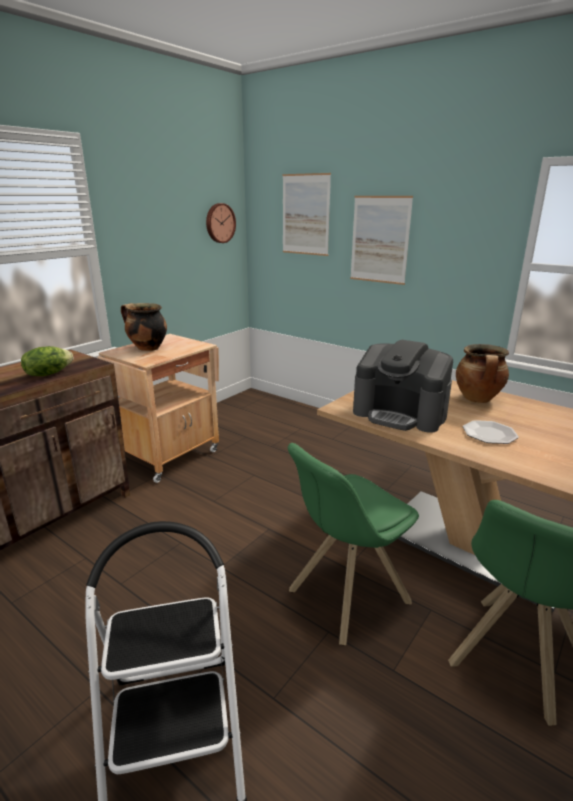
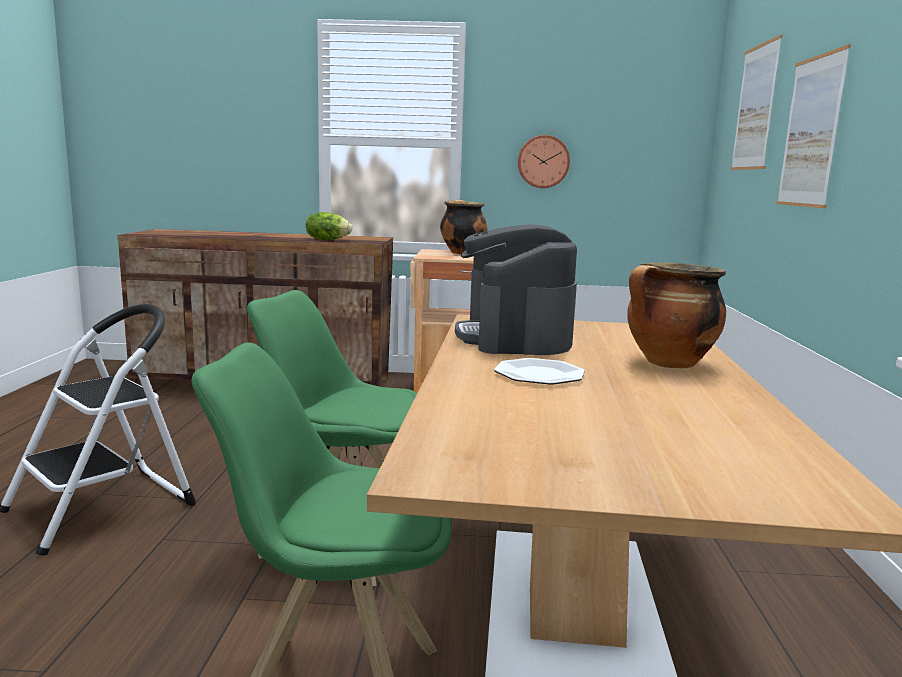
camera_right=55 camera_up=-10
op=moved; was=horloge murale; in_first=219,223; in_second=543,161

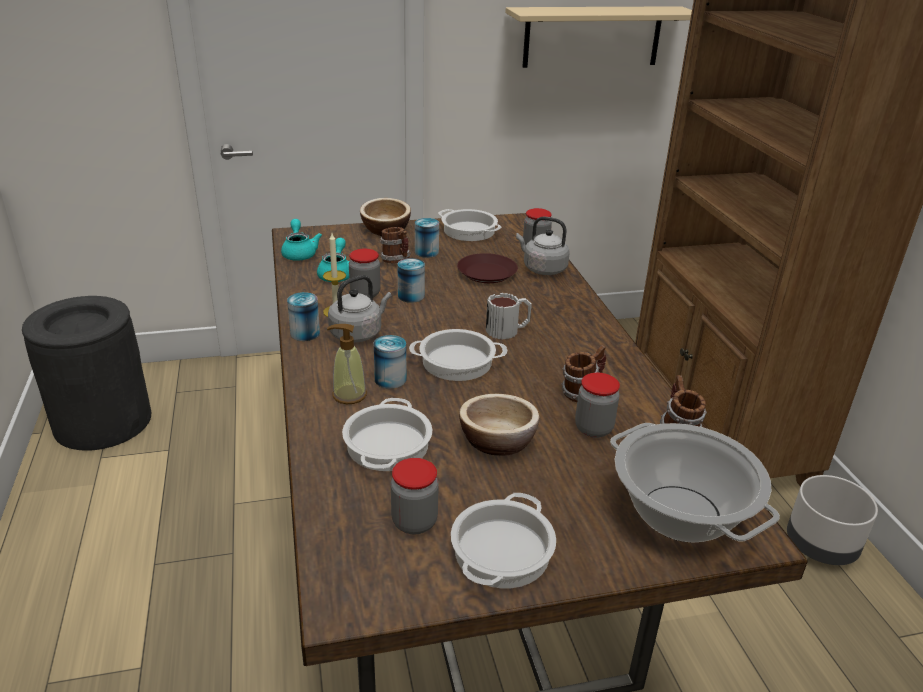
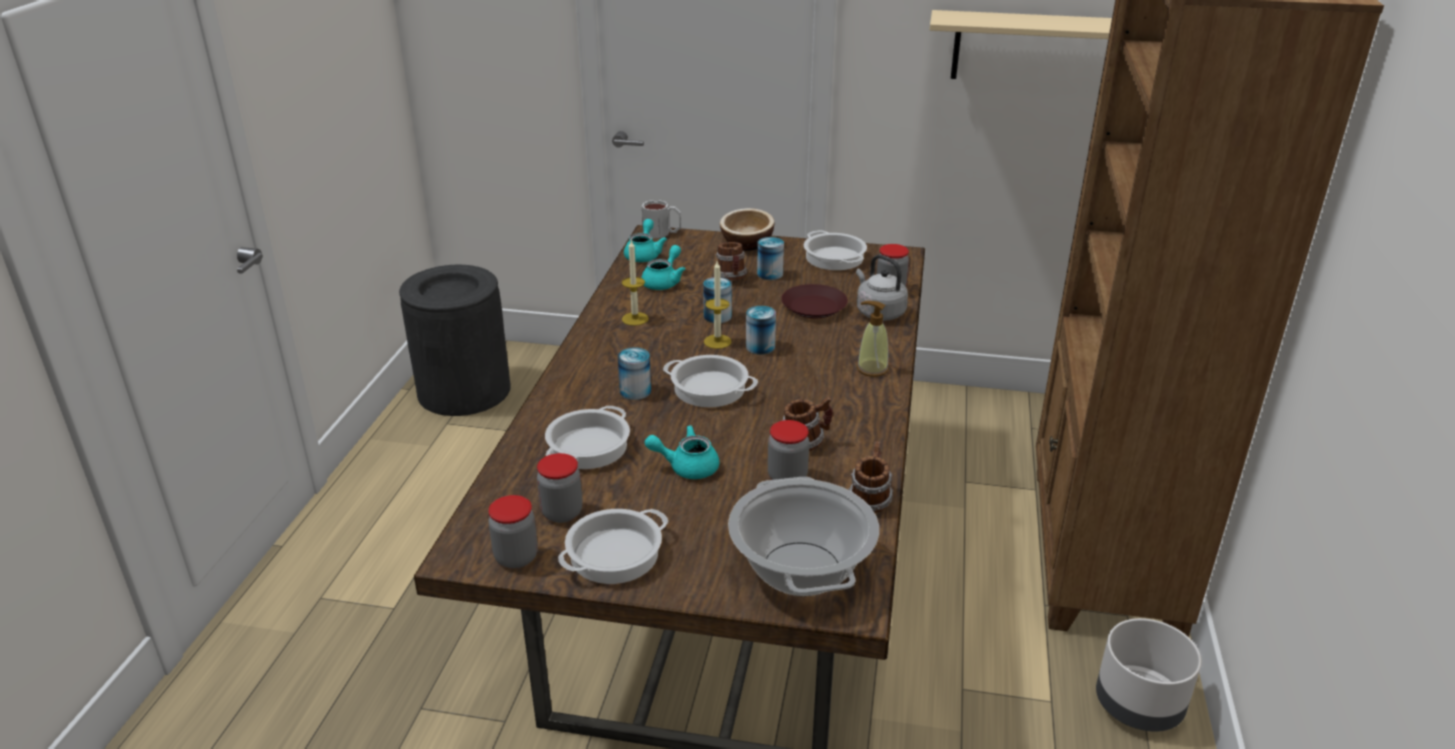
camera_right=25 camera_up=0
op=moved; was=boîte métallique; in_first=305,333; in_second=760,347
op=moved; was=distributeur de savon; in_first=349,395; in_second=872,369
op=removed; was=bouilloire/gris; in_first=358,333
op=moved; was=bocal; in_first=365,294; in_second=516,557
op=replaced; was=bol; now=théière/turquoise; in_first=497,441; in_second=687,467
op=moved; was=mug; in_first=508,330; in_second=662,233
op=added; now=bougie; in_second=717,341

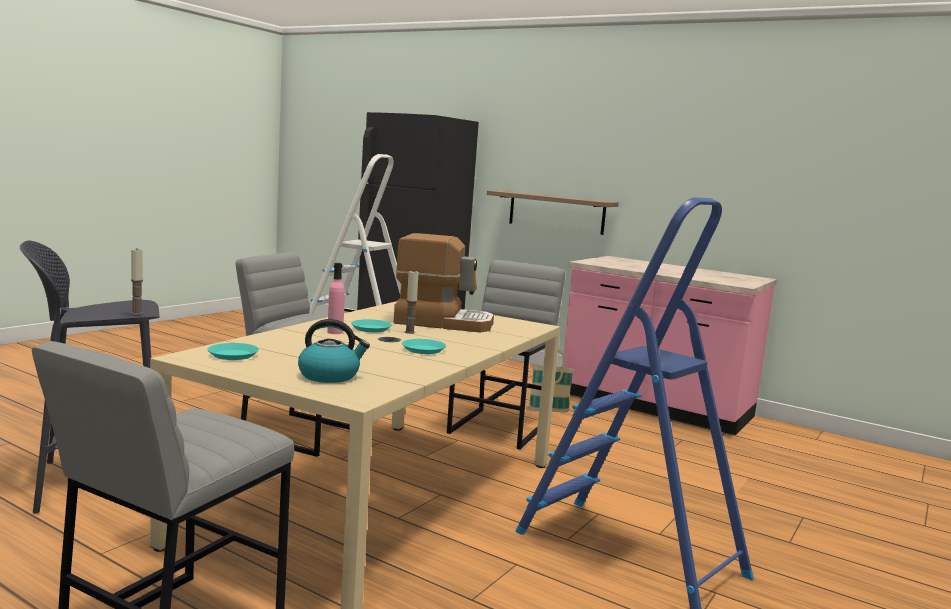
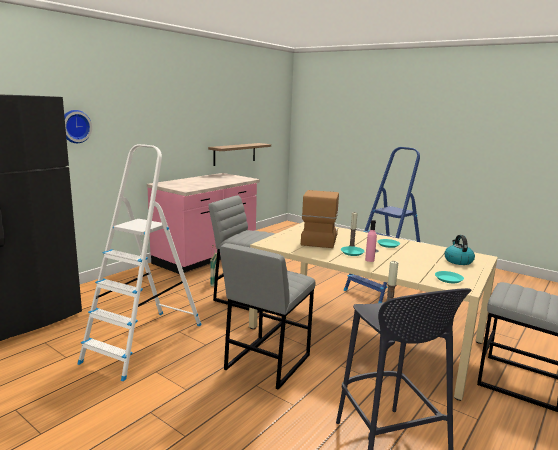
camera_right=-85 camera_up=5
op=moved; was=étagère; in_first=556,212; in_second=234,154
op=added; now=horloge murale; in_second=75,126

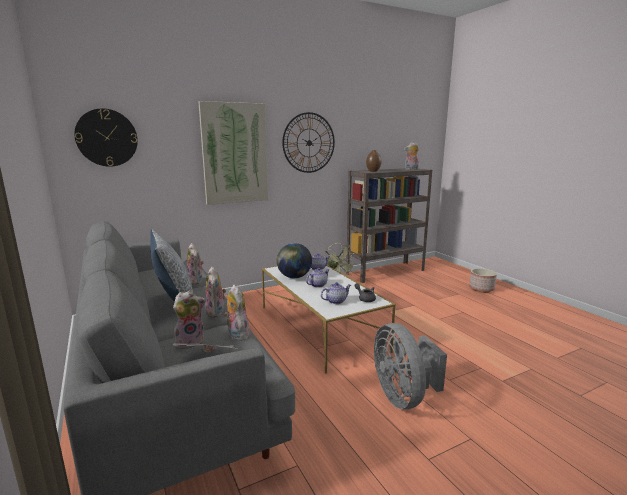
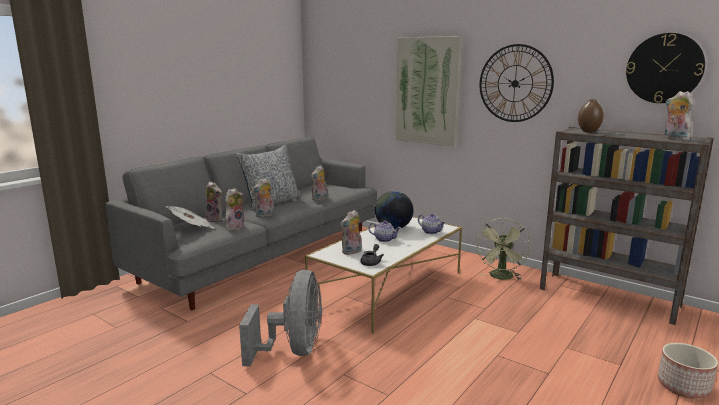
camera_right=65 camera_up=0
op=moved; was=horloge murale; in_first=107,138; in_second=664,68
op=replaced; was=théière; now=peluche; in_first=336,301; in_second=352,252
op=turned; was=ventilateur/gris; in_first=403,396; in_second=293,350; clockwise=135

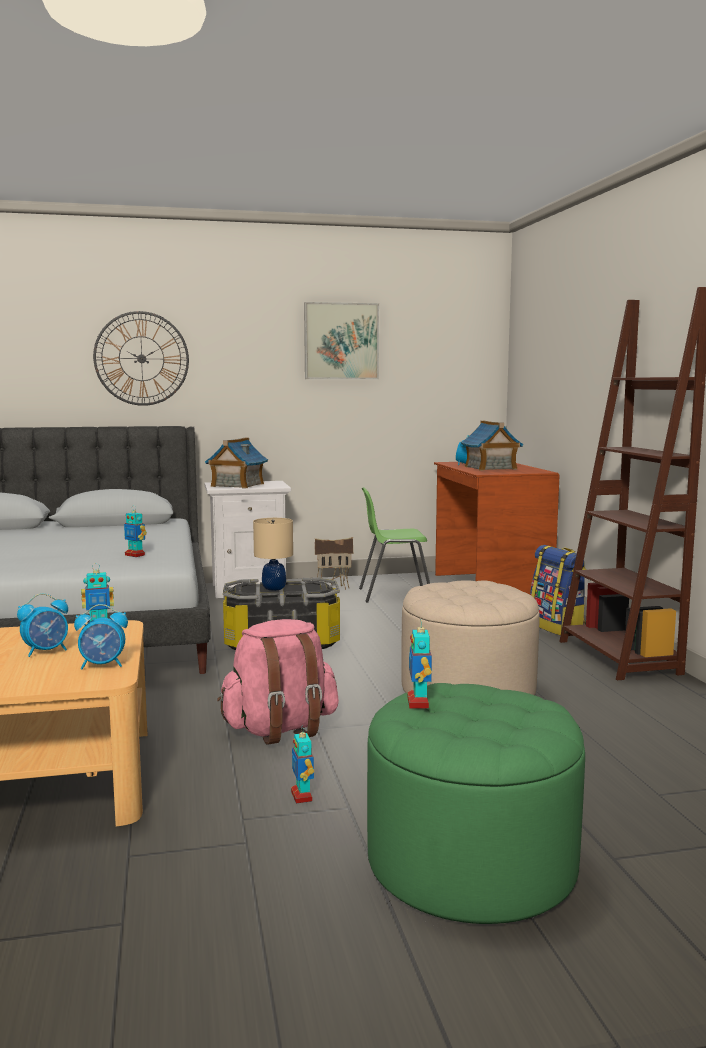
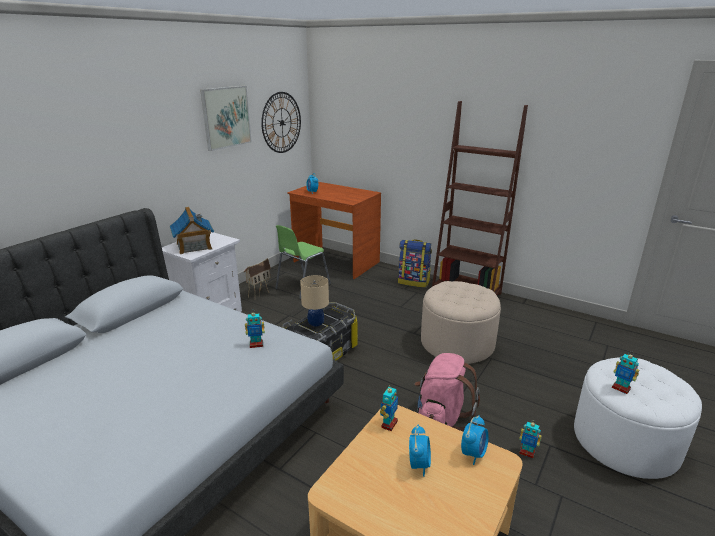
camera_right=-45 camera_up=15
op=moved; was=horloge murale; in_first=141,358; in_second=281,122
op=recoloured; was=pouf/vert; now=pouf/blanc; in_first=471,862; in_second=625,441
op=removed; was=maison miniature; in_first=490,468

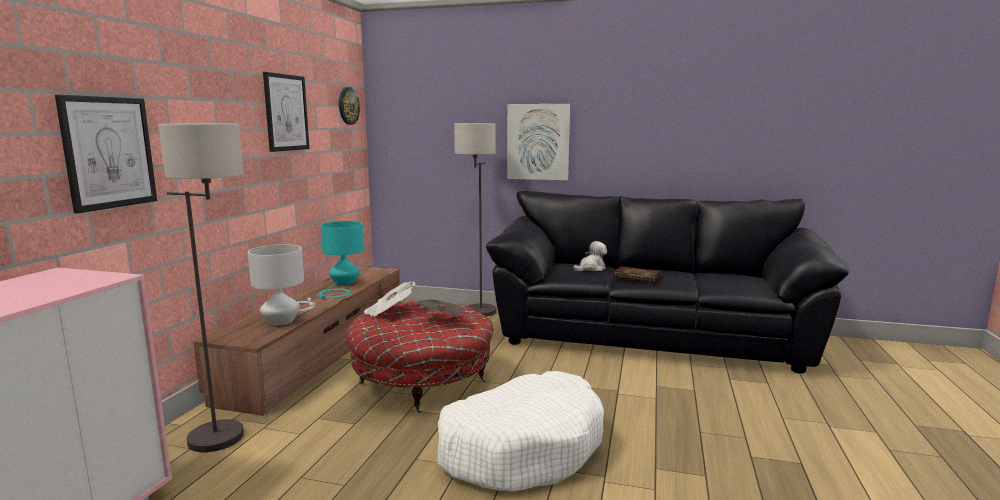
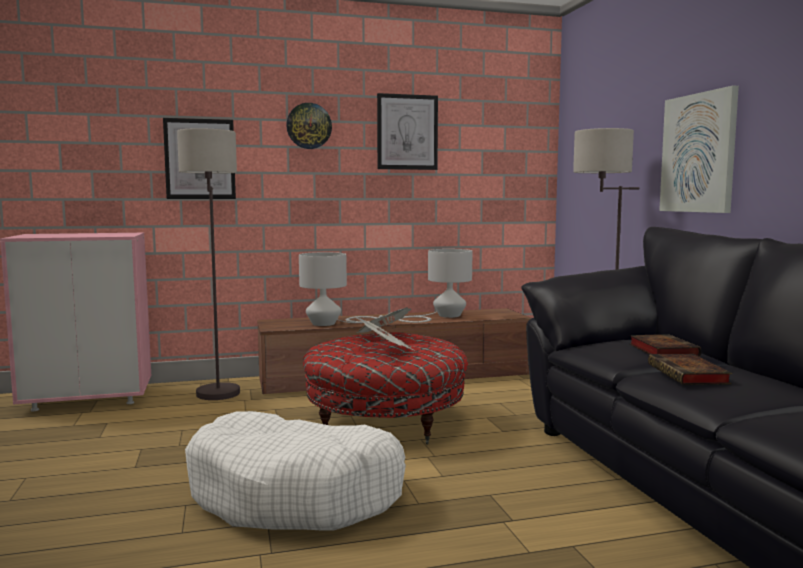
camera_right=60 camera_up=-5
op=recoloured; was=lampe de table/turquoise; now=lampe de table/blanc; in_first=340,287; in_second=435,317
op=moved; was=horloge murale; in_first=348,106; in_second=309,126
op=replaced; was=peluche; now=livre; in_first=591,268; in_second=661,350

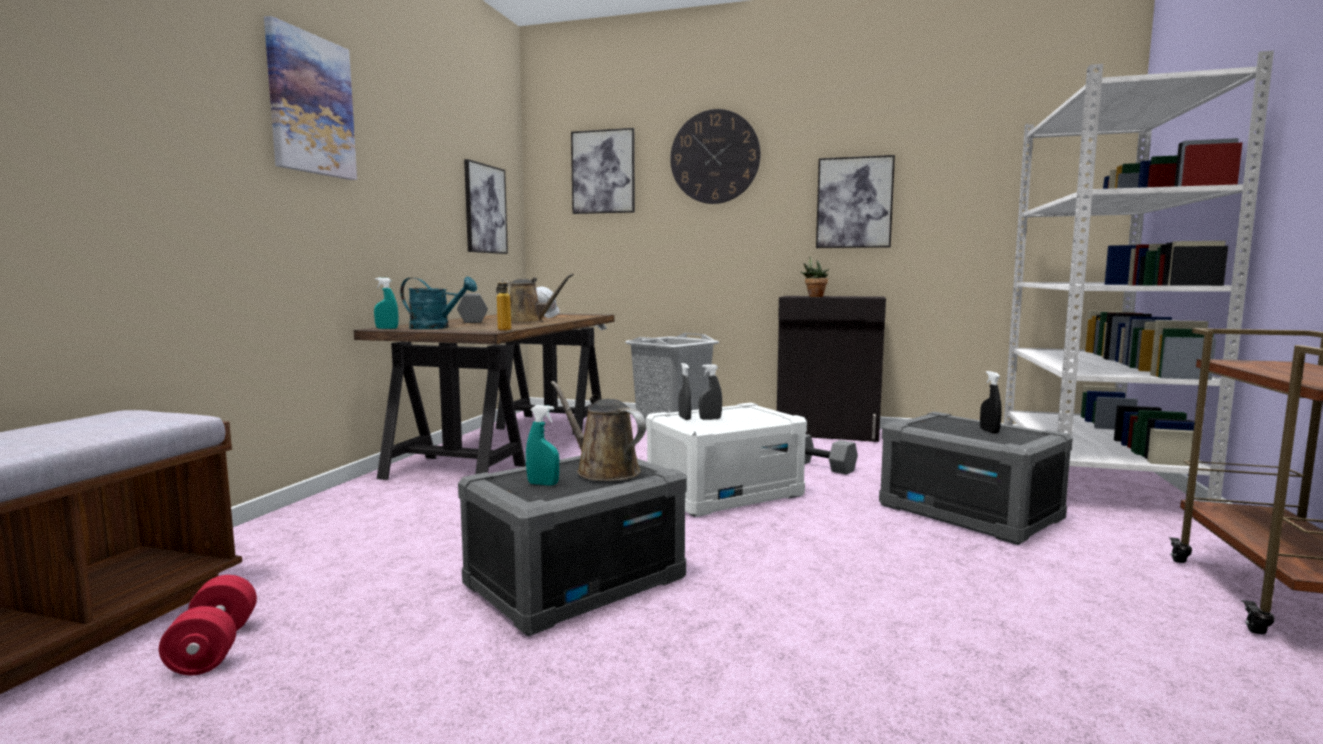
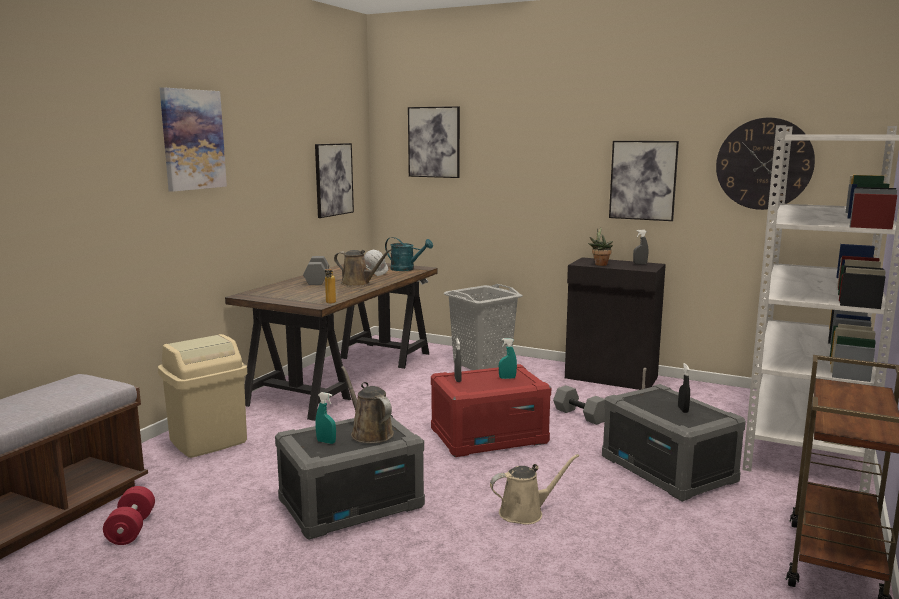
camera_right=10 camera_up=5
op=moved; was=vaporisateur/turquoise; in_first=387,328; in_second=507,378
op=moved; was=arrosoir/turquoise; in_first=436,328; in_second=406,269
op=recoloured; was=boîte de rangement/blanc; now=boîte de rangement/rouge; in_first=724,492; in_second=489,436
op=moved; was=horloge murale; in_first=715,157; in_second=764,164
op=moved; was=vaporisateur/gris; in_first=710,419; in_second=640,264
op=added; now=poubelle/beige; in_second=208,441
op=added; now=arrosoir/beige; in_second=525,512

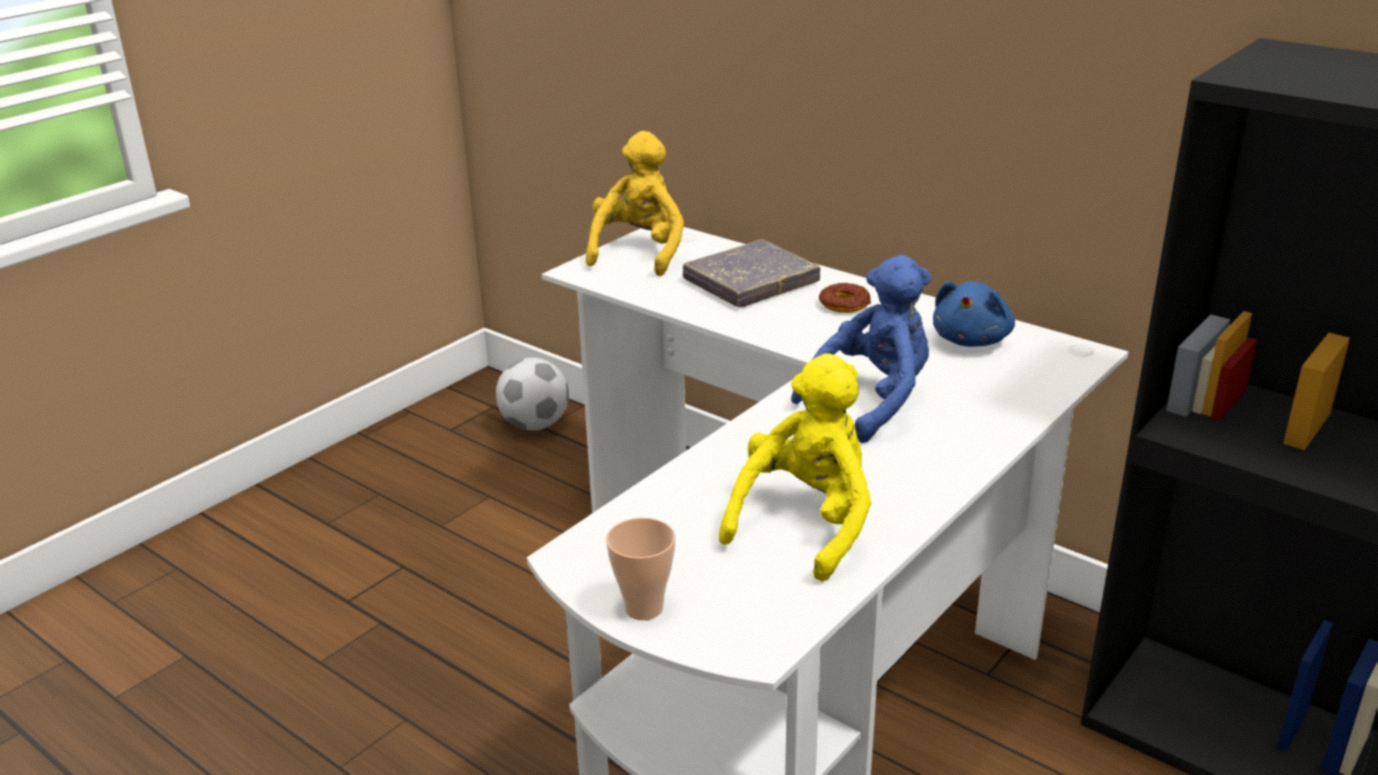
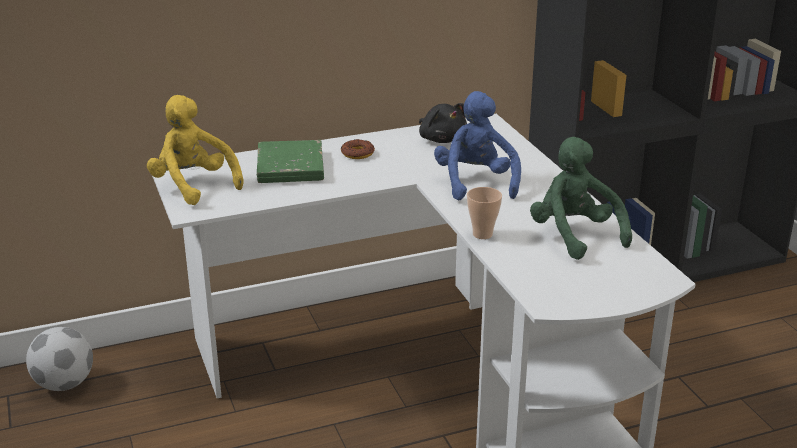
camera_right=-60 camera_up=0
op=moved; was=tasse; in_first=644,608; in_second=482,234
op=recoloured; was=livre/gris; now=livre/vert; in_first=750,281; in_second=290,167
op=recoloured; was=peluche/jaune; now=peluche/vert; in_first=806,523; in_second=574,235
op=recoloured; was=peluche/bleu; now=peluche/noir; in_first=972,340; in_second=441,139

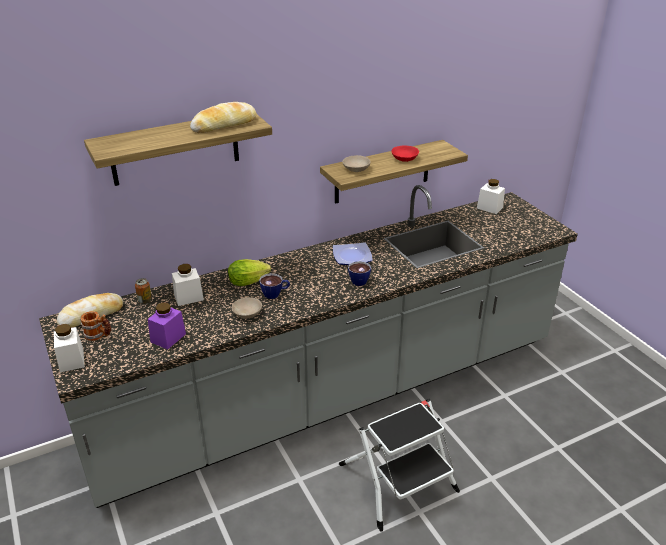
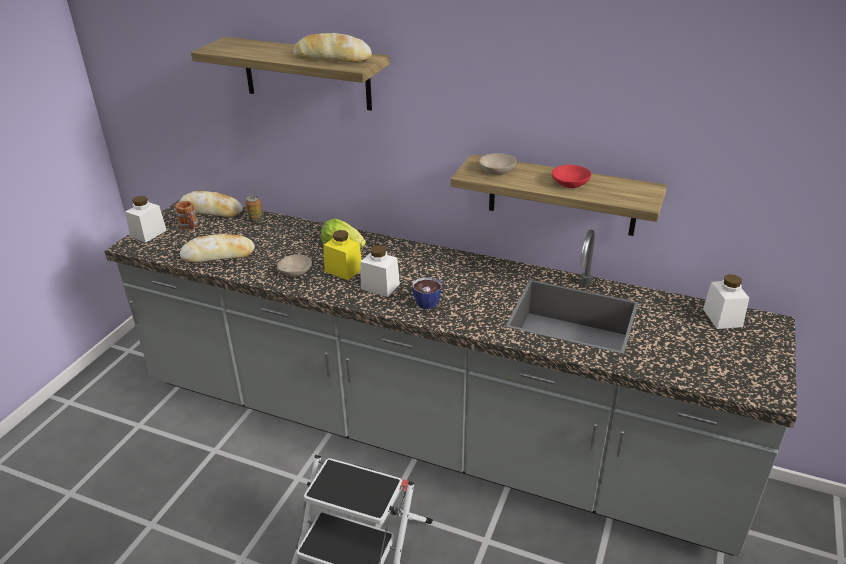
camera_right=50 camera_up=0
op=replaced; was=bocal/violet; now=pain; in_first=168,338; in_second=218,255
op=moved; was=bocal/blanc; in_first=188,297; in_second=380,286
op=replaced; was=tasse; now=bocal/jaune; in_first=275,294; in_second=343,270
op=removed; was=assiette; in_first=352,256

